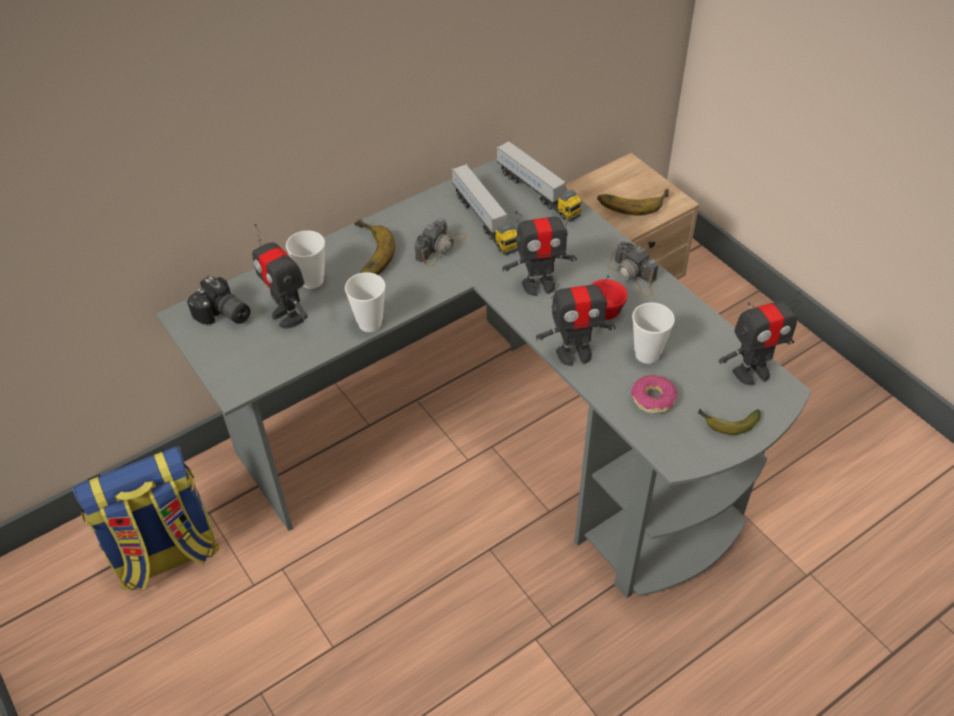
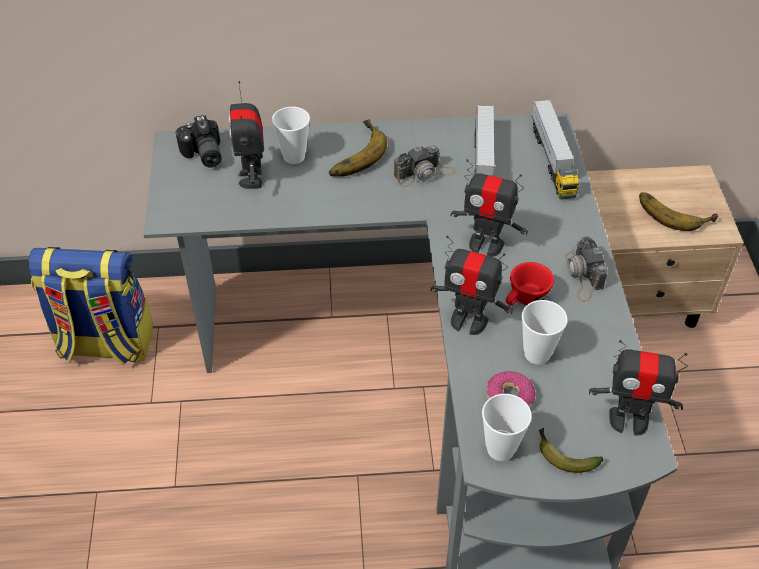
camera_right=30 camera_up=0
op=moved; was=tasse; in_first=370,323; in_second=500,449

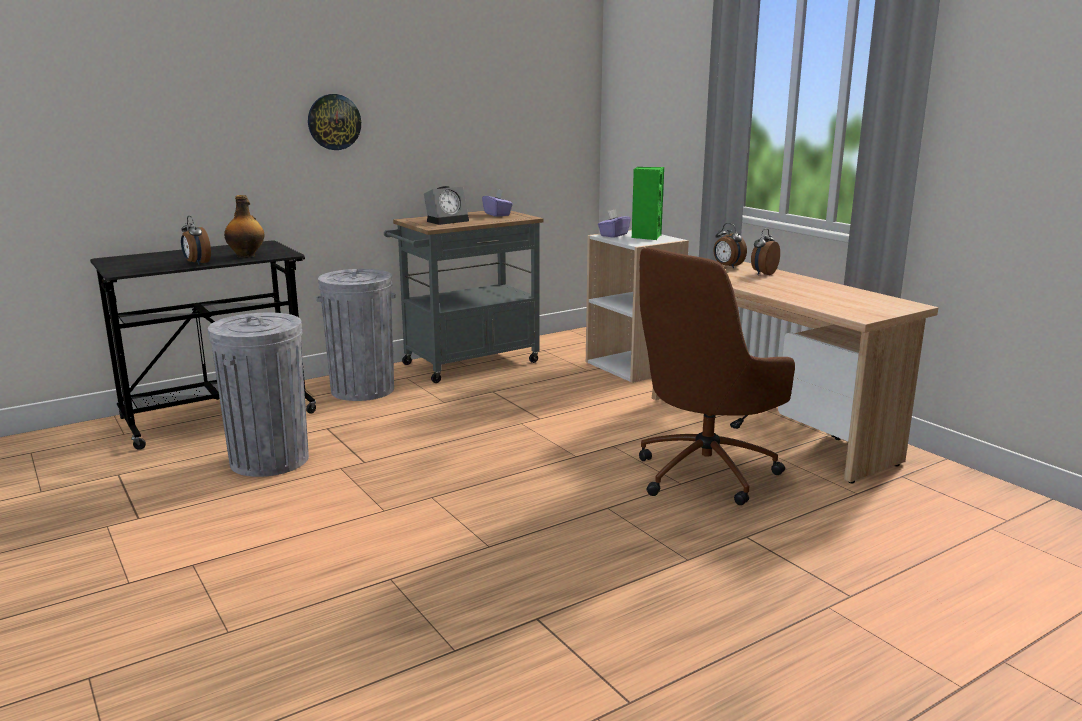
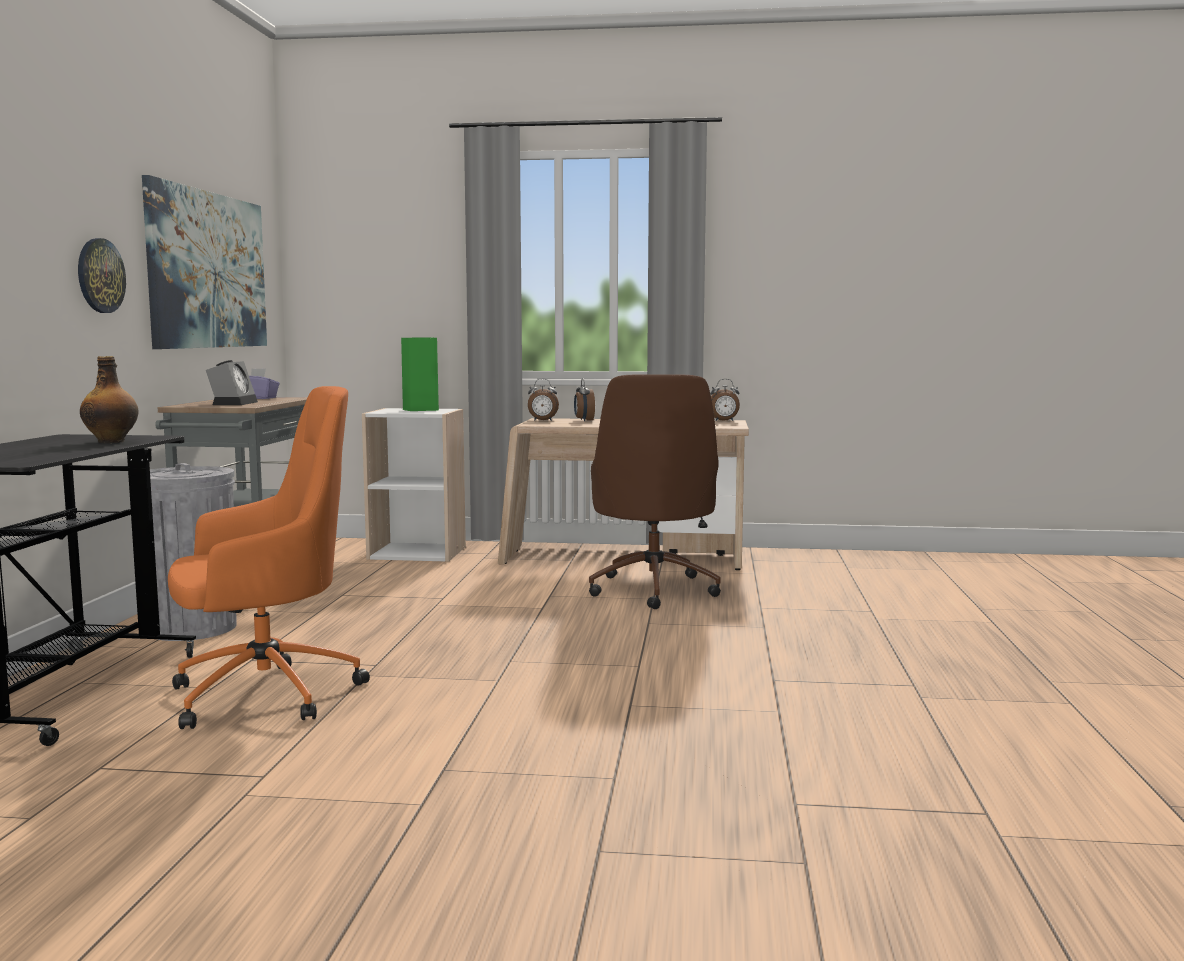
camera_right=-50 camera_up=-10
op=moved; was=réveil; in_first=197,263; in_second=724,421
op=replaced; was=poubelle/gris; now=chaise de bureau/orange; in_first=269,460; in_second=267,695
op=removed; was=boîte à mouchoirs/violet; in_first=613,235
op=added; now=tableau; in_second=208,270

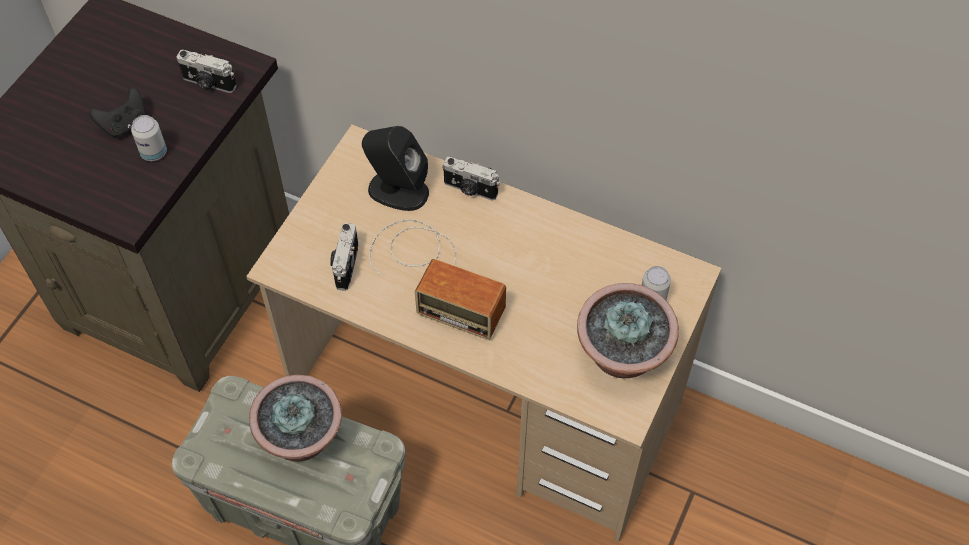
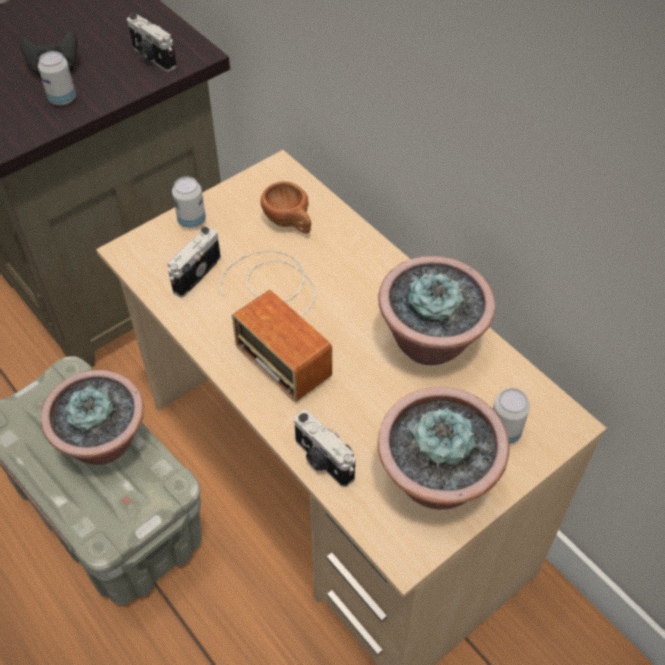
camera_right=25 camera_up=-5
op=replaced; was=enceinte/noir; now=tasse/marron; in_first=397,190; in_second=290,222
op=moved; was=appareil photo; in_first=470,189; in_second=322,460
op=added; now=boîte métallique; in_second=192,220
op=added; now=plante en pot; in_second=431,341

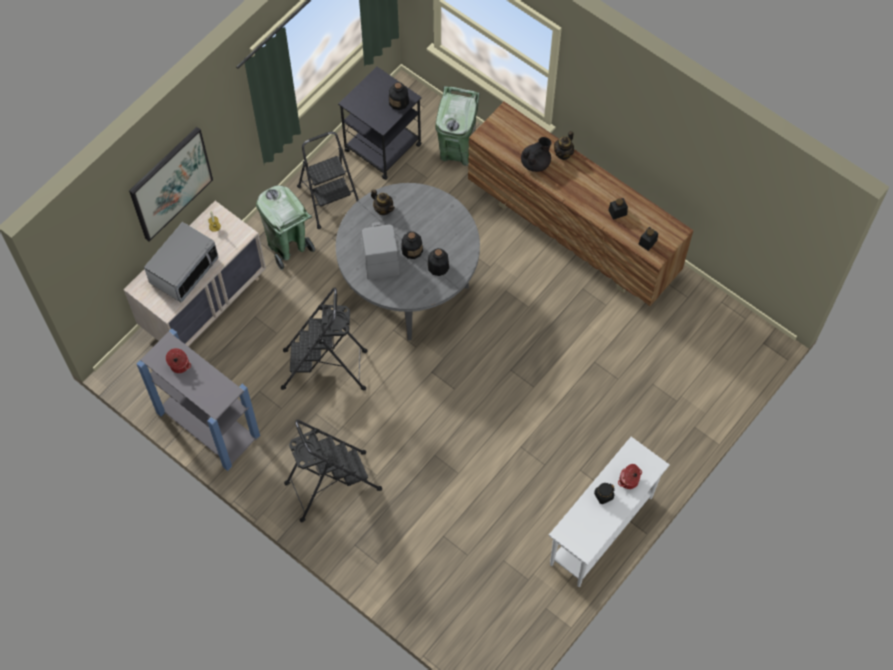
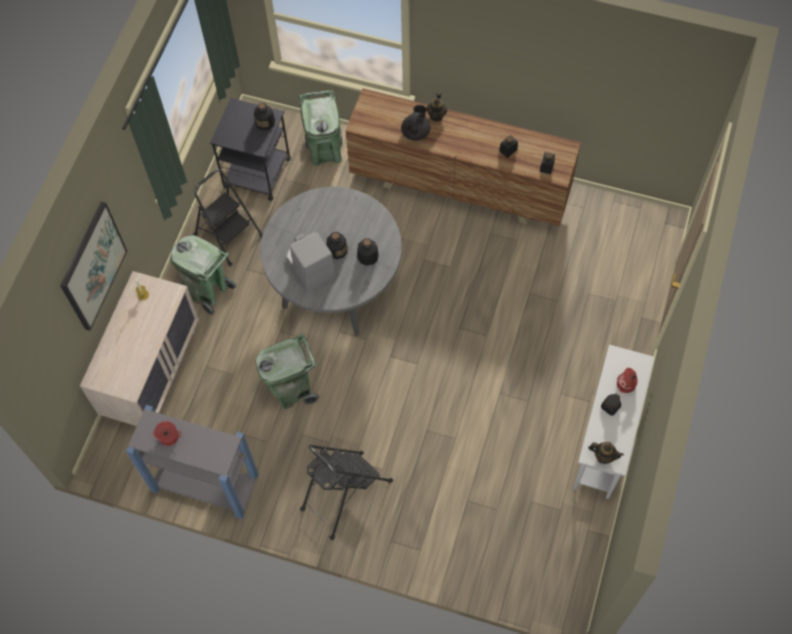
camera_right=-20 camera_up=0
op=removed; was=micro-ondes; in_first=184,270
op=replaced; was=escabeau; now=poubelle/vert; in_first=325,369; in_second=292,390
op=moved; was=théière; in_first=383,209; in_second=603,456

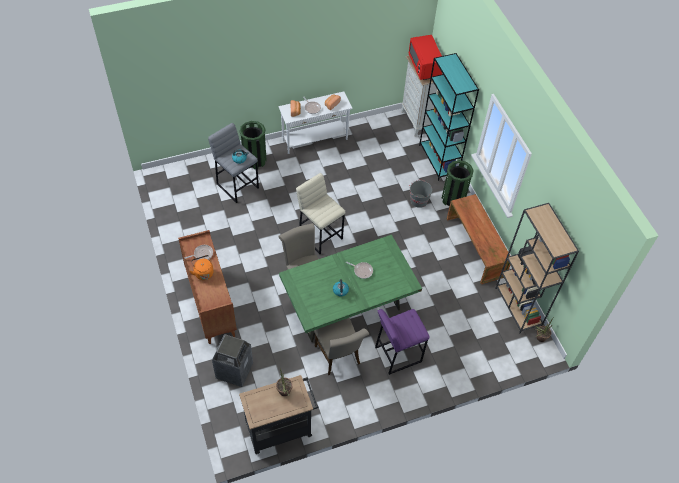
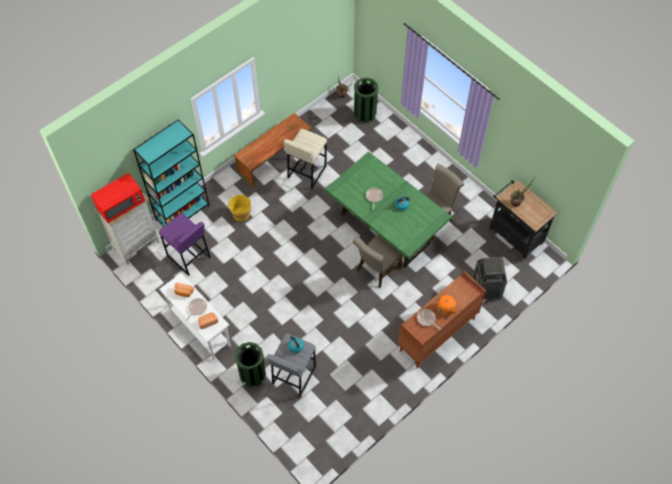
camera_right=-110 camera_up=5
op=moved; was=tabouret/beige; in_first=320,235; in_second=306,172
op=moved; was=tabouret/violet; in_first=397,355; in_second=189,257
op=recoloured; was=seau/gris; now=seau/jaune; in_first=418,200; in_second=241,214
op=moved; was=poubelle/vert; in_first=453,199; in_second=365,114
op=removed; was=bibliothèque; in_first=518,307

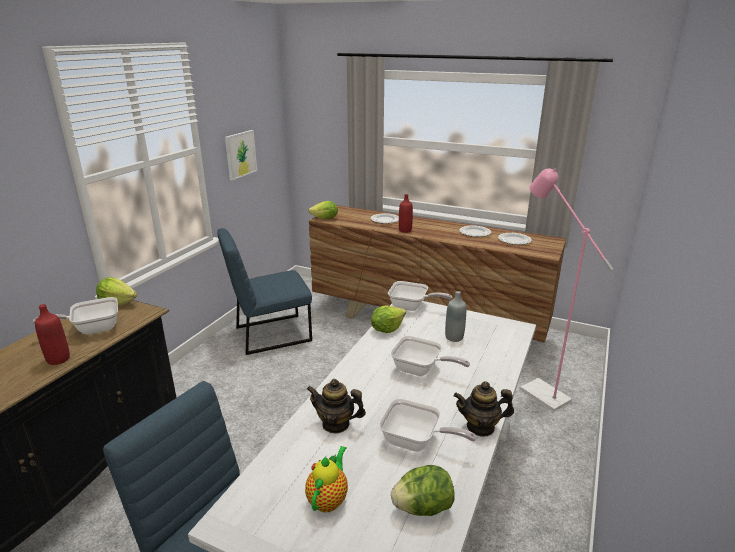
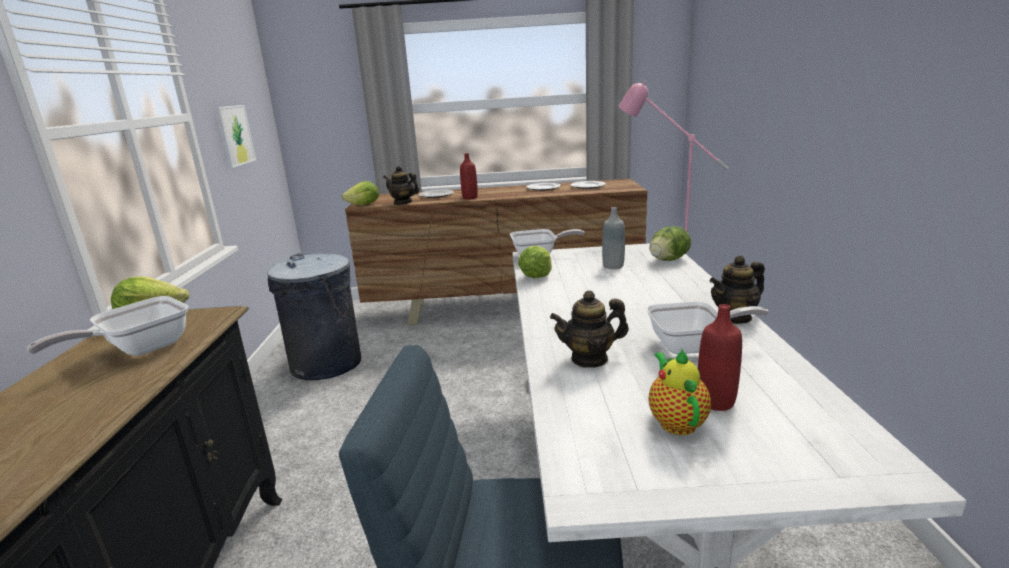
camera_right=-25 camera_up=-5
op=moved; was=bouteille/rouge; in_first=58,359; in_second=715,401
op=replaced; was=chaise/bleu; now=poubelle/gris; in_first=270,334; in_second=326,364
op=removed; was=poêle; in_first=421,370
op=moved; was=laitue; in_first=423,507; in_second=668,260
op=added; now=théière; in_second=403,202

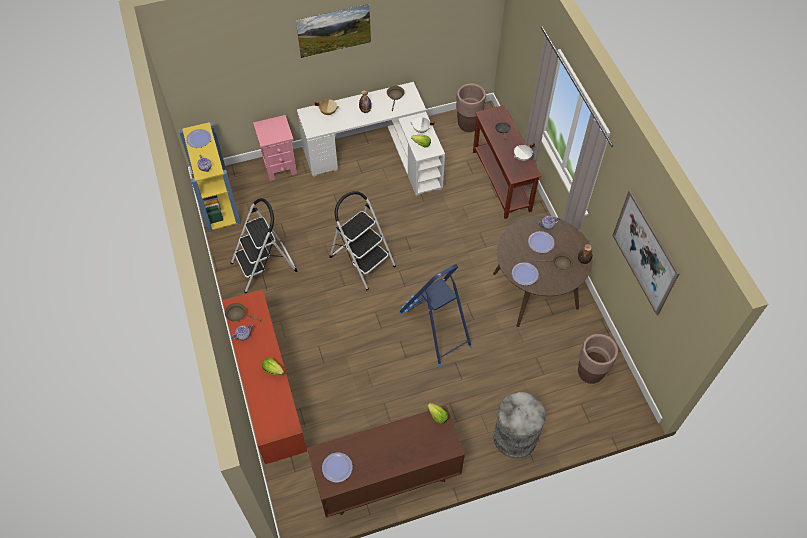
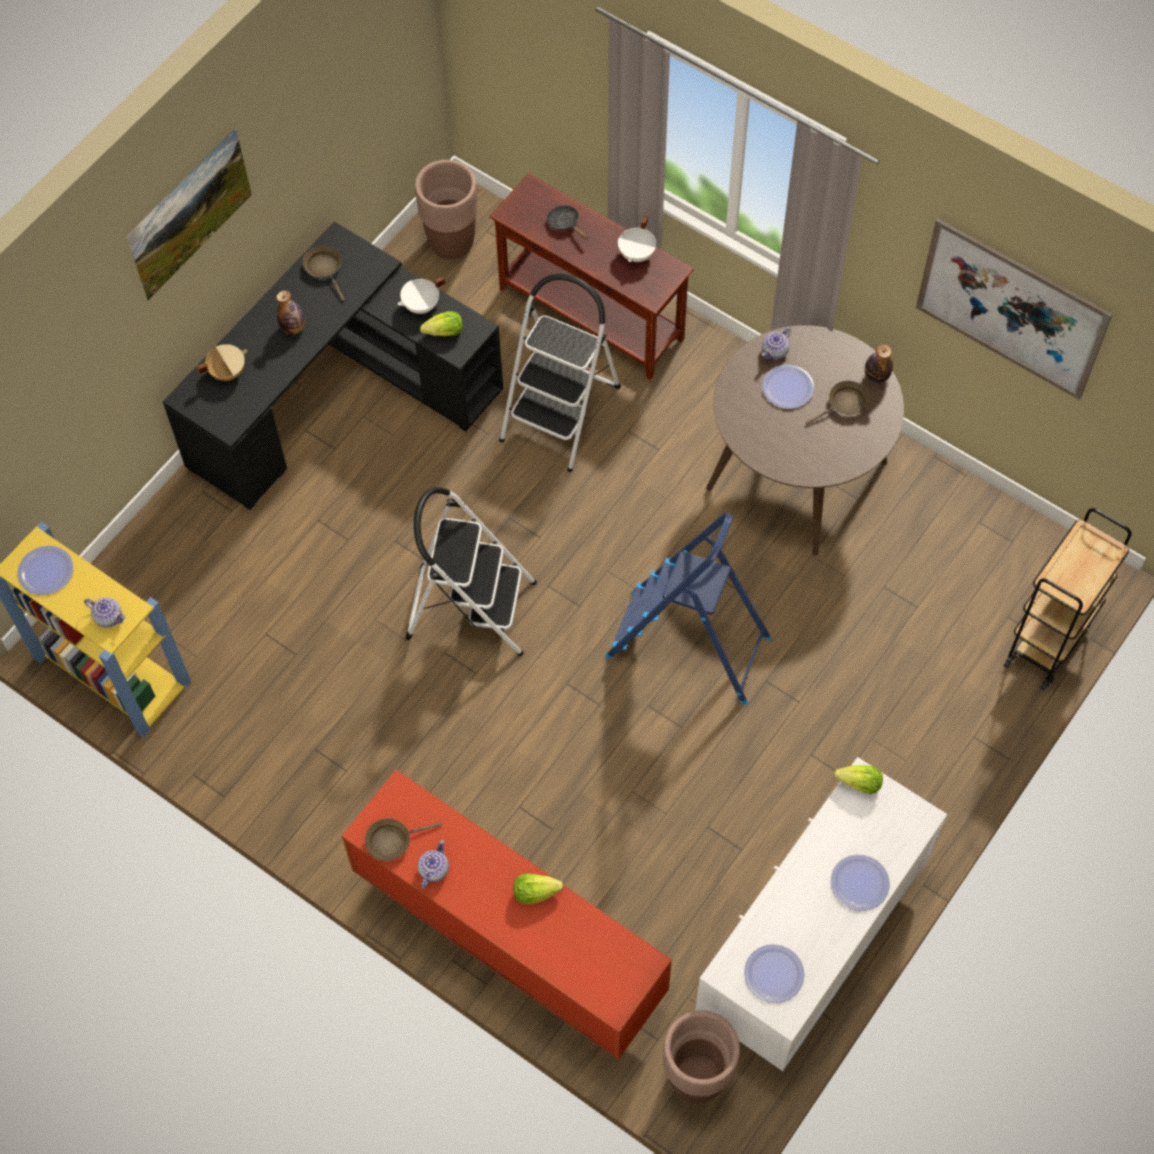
camera_right=-35 camera_up=5
op=moved; was=escabeau; in_first=266,267; in_second=563,411
op=removed; was=table de chevet/rose; in_first=280,167
op=recoloured; was=bureau/blanc; now=bureau/noir; in_first=379,155; in_second=338,396
op=recoloured; was=commode/marron; now=commode/blanc; in_first=387,478; in_second=811,944
op=removed; was=poubelle/gris; in_first=514,437
op=moved; was=assiette; in_first=525,274; in_second=860,883
op=moved; was=cache-pot/marron; in_first=590,373; in_second=697,1077
op=added; now=chariot/marron; in_second=1048,645

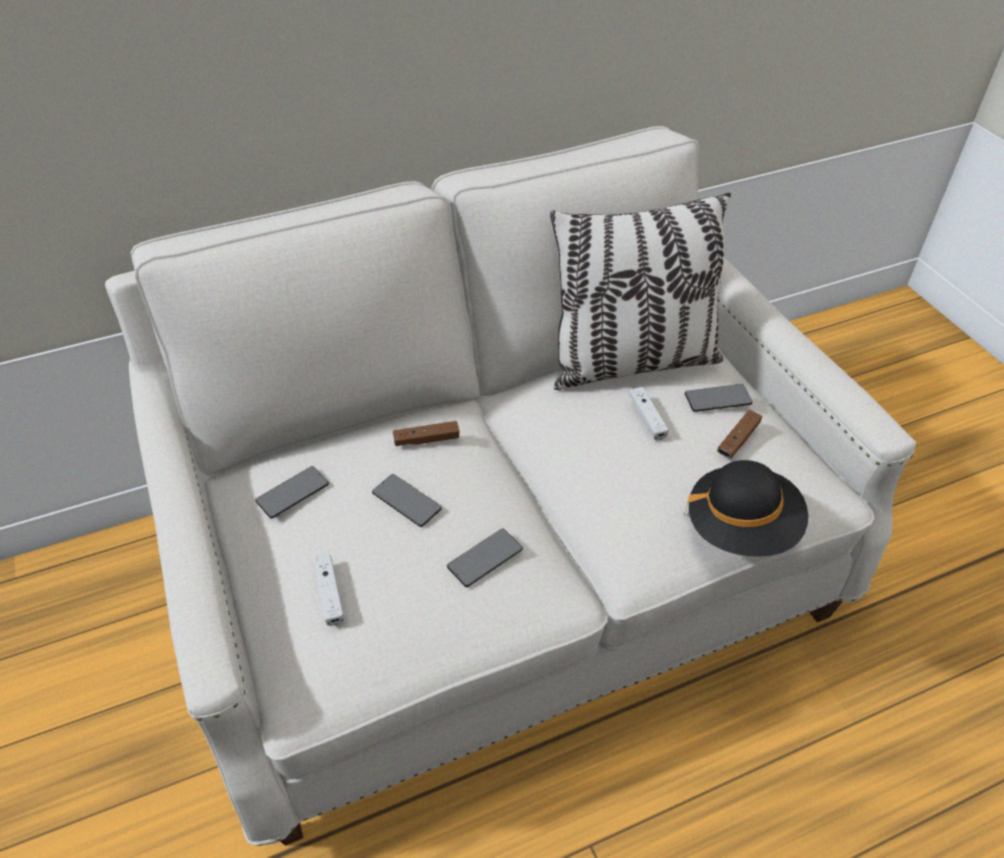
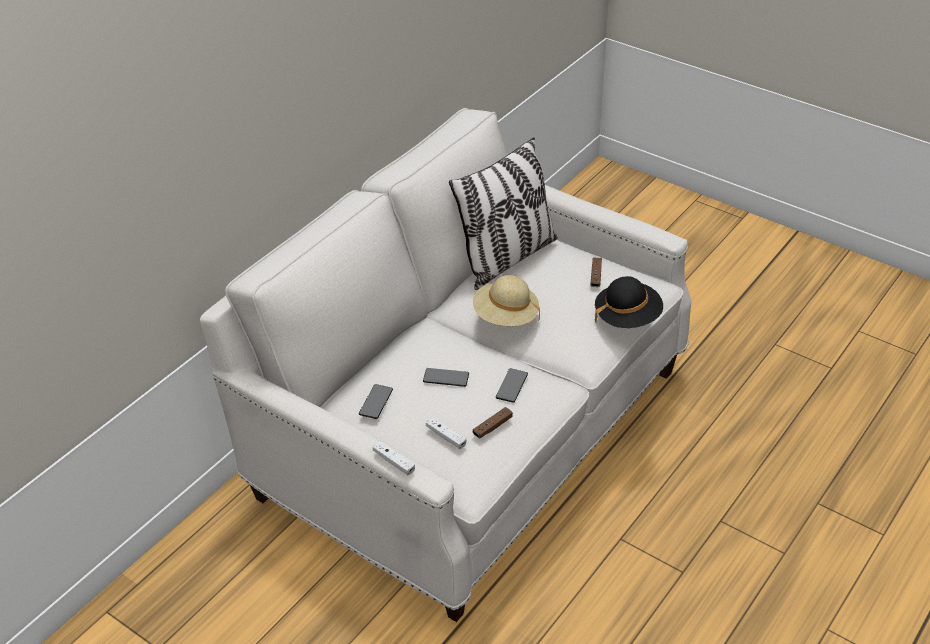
camera_right=-30 camera_up=-5
op=moved; was=manette/marron; in_first=426,439; in_second=492,427
op=moved; was=manette/blanc; in_first=647,418; in_second=394,462
op=removed; was=téléphone; in_first=718,399
op=added; now=chapeau/beige; in_second=505,317

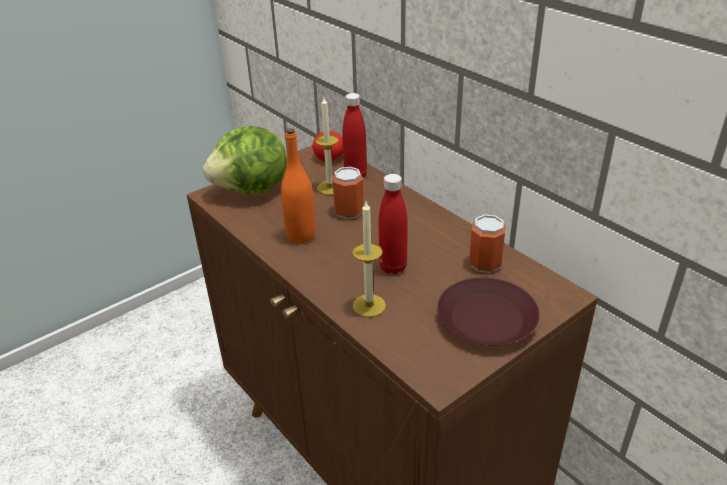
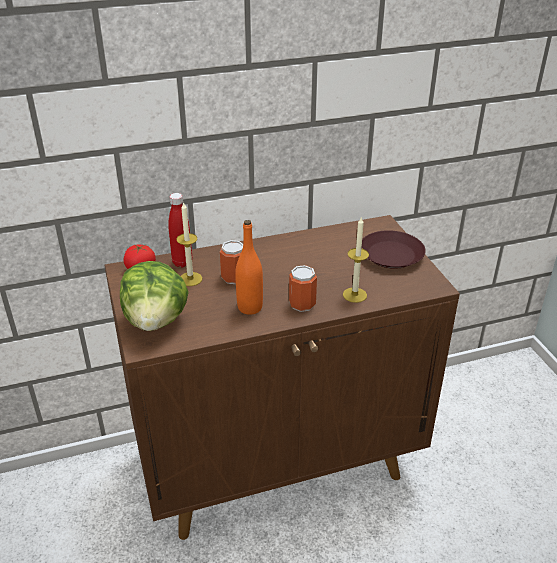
camera_right=-70 camera_up=0
op=removed; was=bouteille/rouge; in_first=393,267
op=moved; was=boîte métallique; in_first=485,264; in_second=302,304

